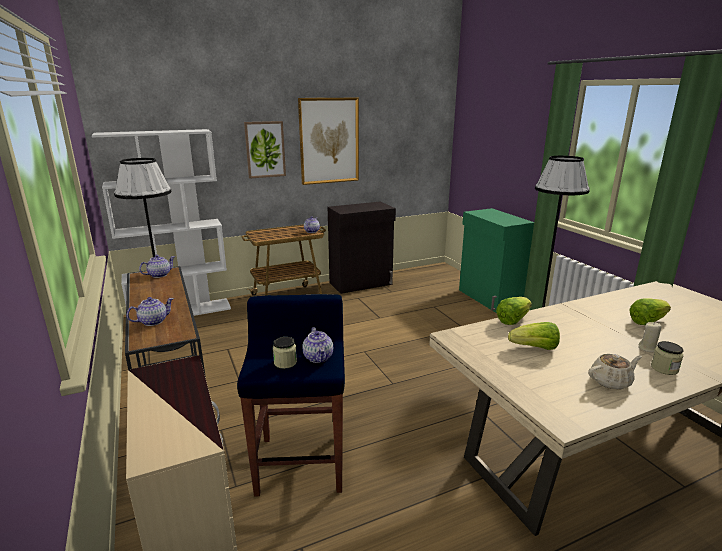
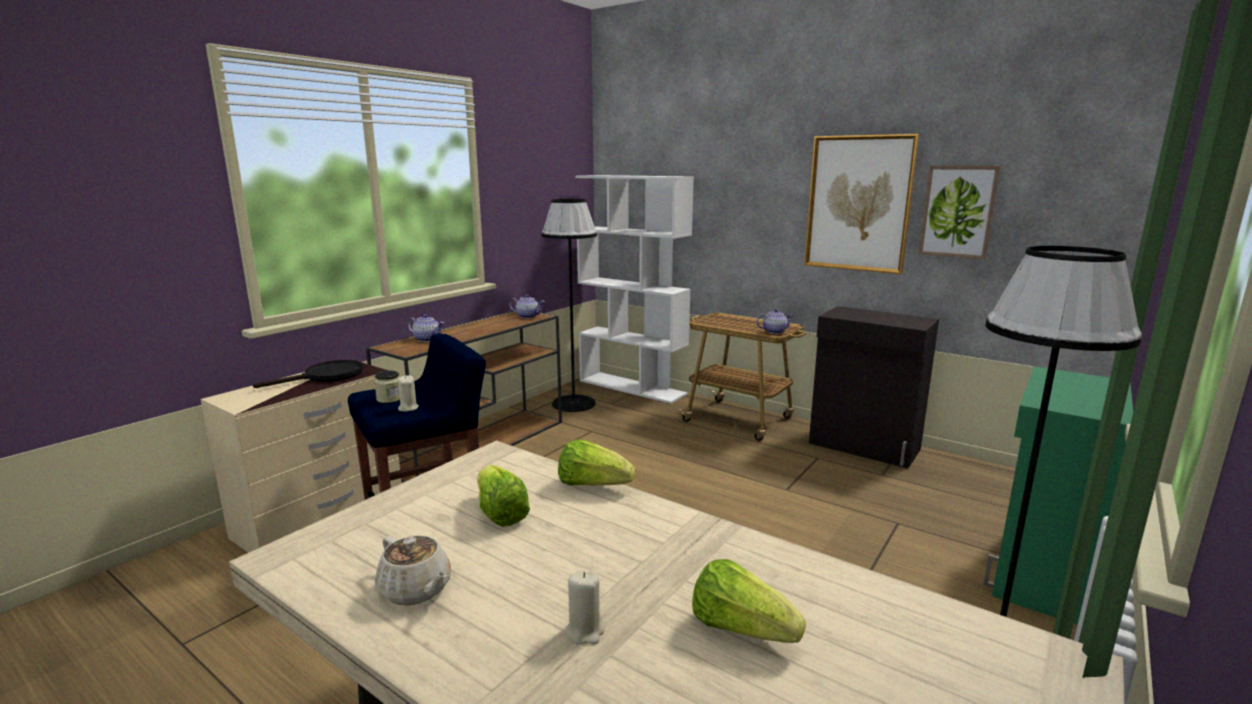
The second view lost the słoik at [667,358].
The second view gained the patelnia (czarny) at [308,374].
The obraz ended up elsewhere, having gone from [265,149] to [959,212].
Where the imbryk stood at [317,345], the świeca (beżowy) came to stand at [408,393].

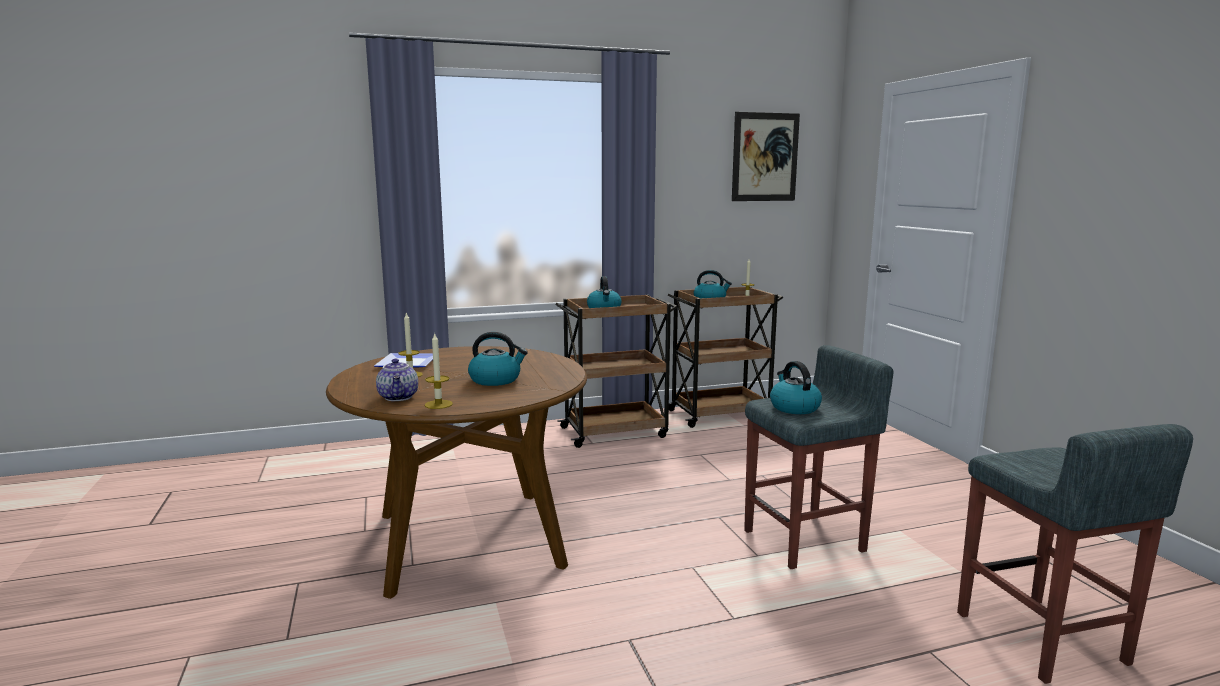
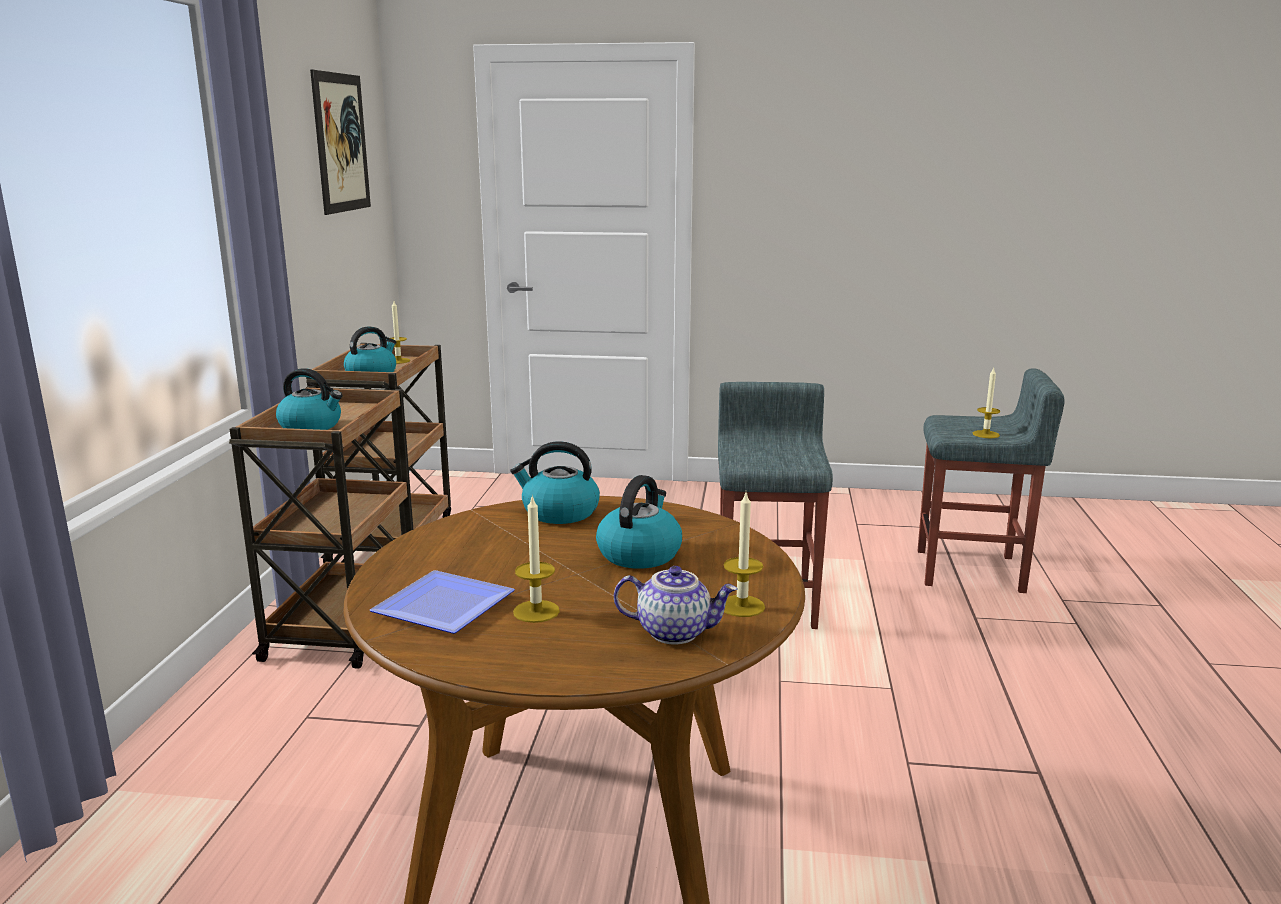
The second view gained the świeca at [986,403].
The czajnik ended up elsewhere, having gone from [796,387] to [555,482].

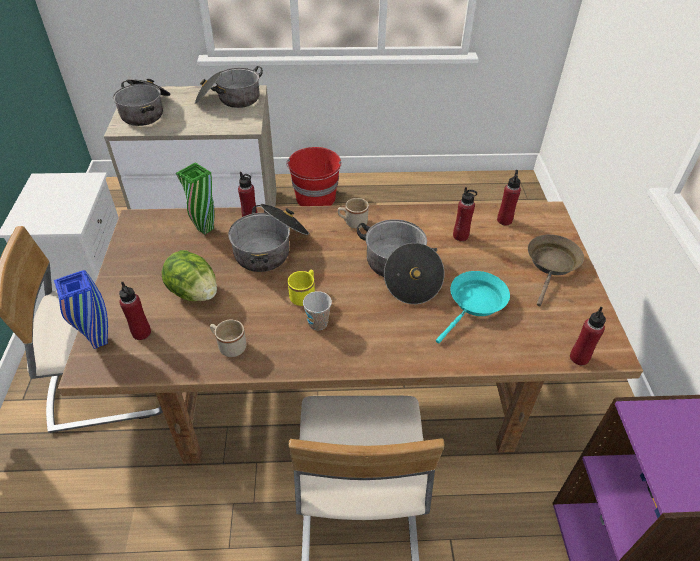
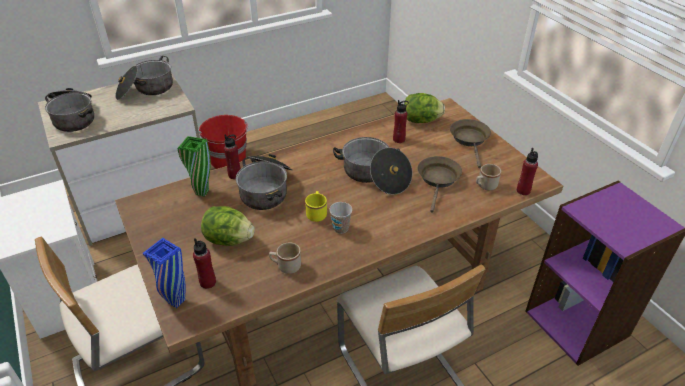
The kubek (beżowy) ended up elsewhere, having gone from [353,213] to [488,177].
Where the butelka (czerwony) stood at [509,197], the sałata came to stand at [424,108].
What was the patelnia (turkusowy) at [473,307] turned into the patelnia (brązowy) at [439,184].

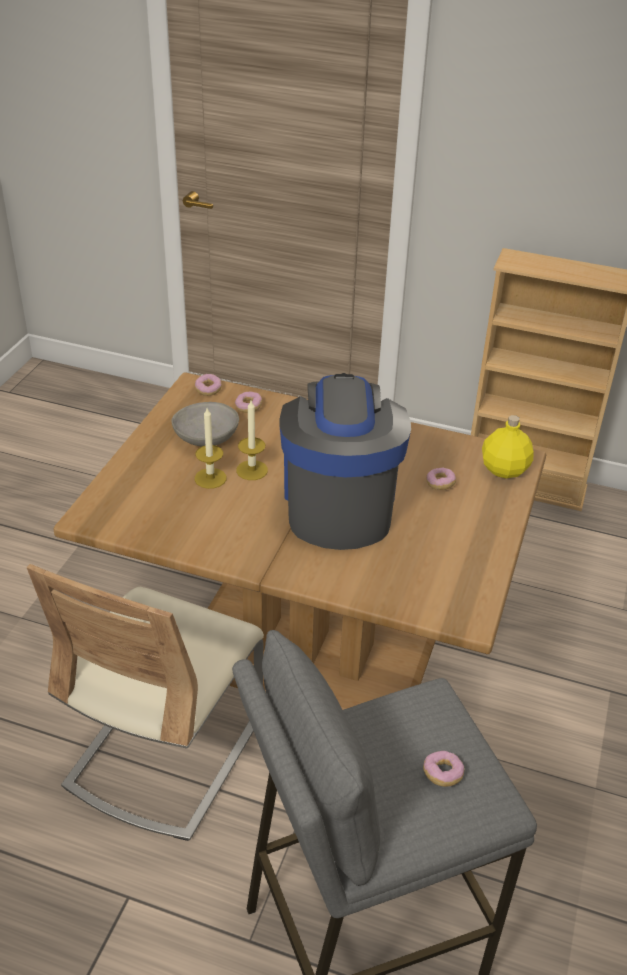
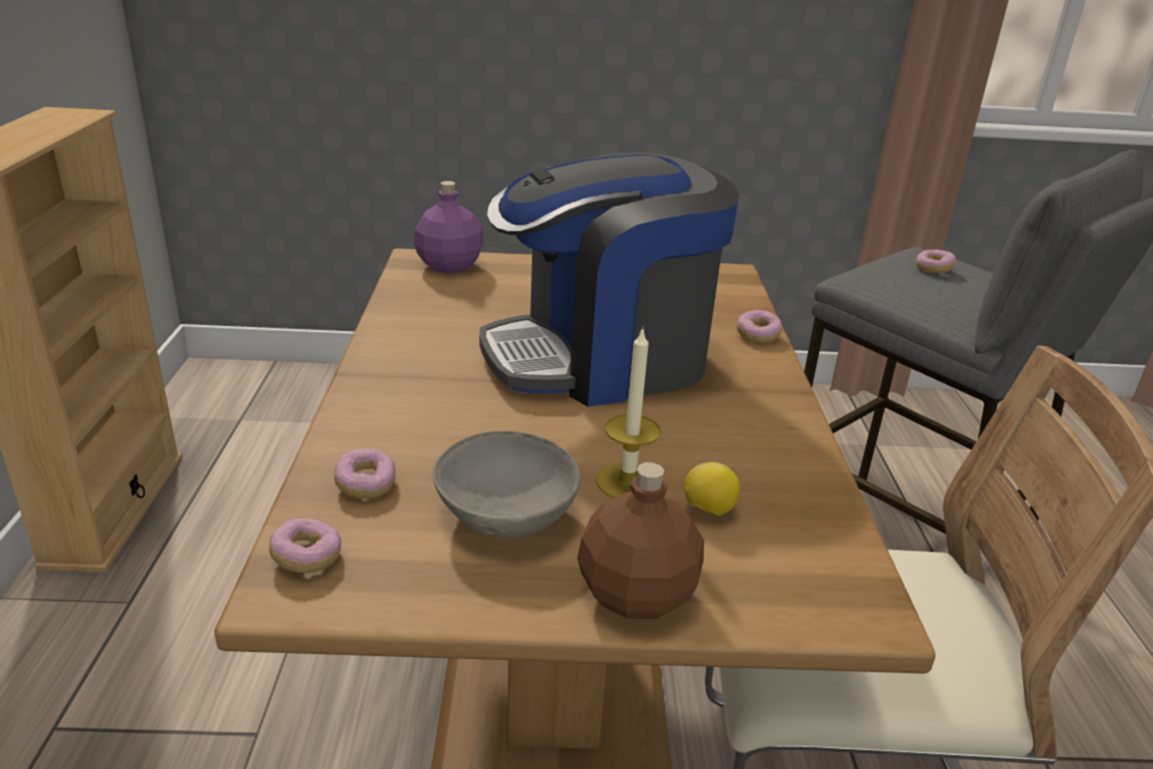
The second view lost the świeca at [252,440].
The second view gained the butelka (brązowy) at [640,540].
The second view gained the cytryna at [712,489].
The donut ended up elsewhere, having gone from [441,478] to [759,326].
What was the butelka (żółty) at [508,447] turned into the butelka (fioletowy) at [449,227].

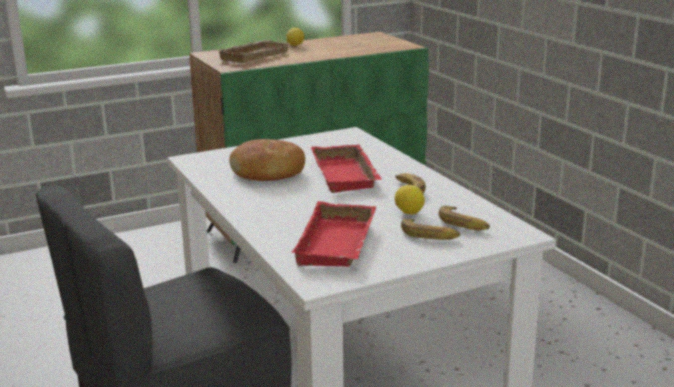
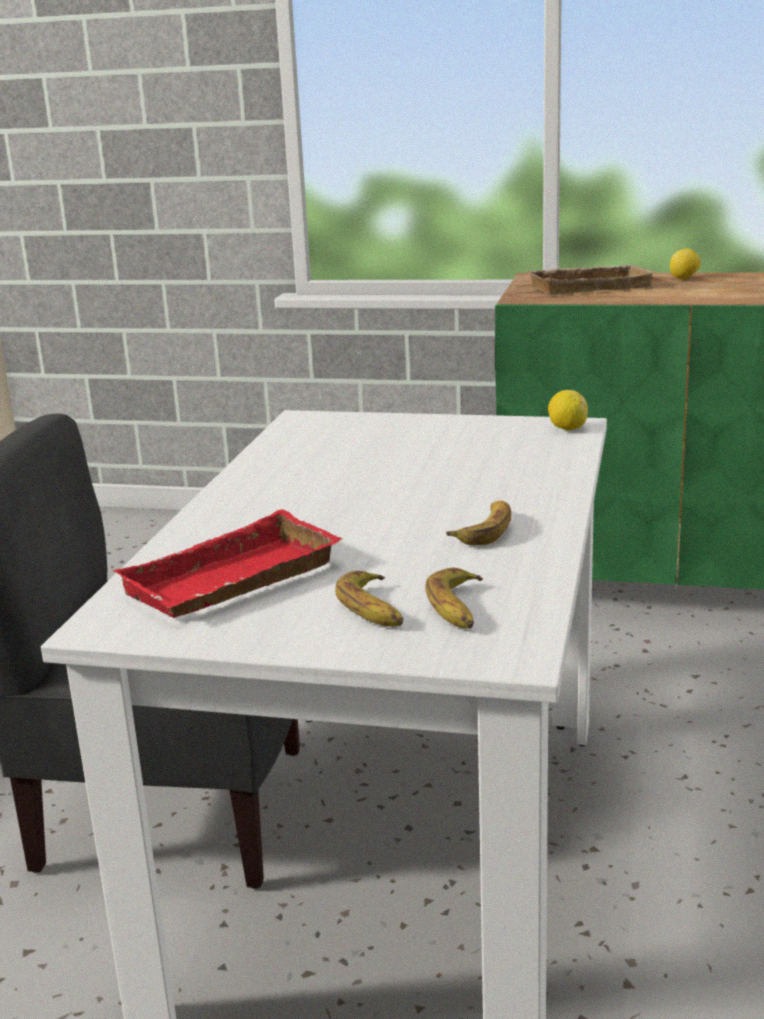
The second view lost the chleb at [267,160].
The second view lost the taca (czerwony) at [346,169].
The cytryna ended up elsewhere, having gone from [410,199] to [568,410].

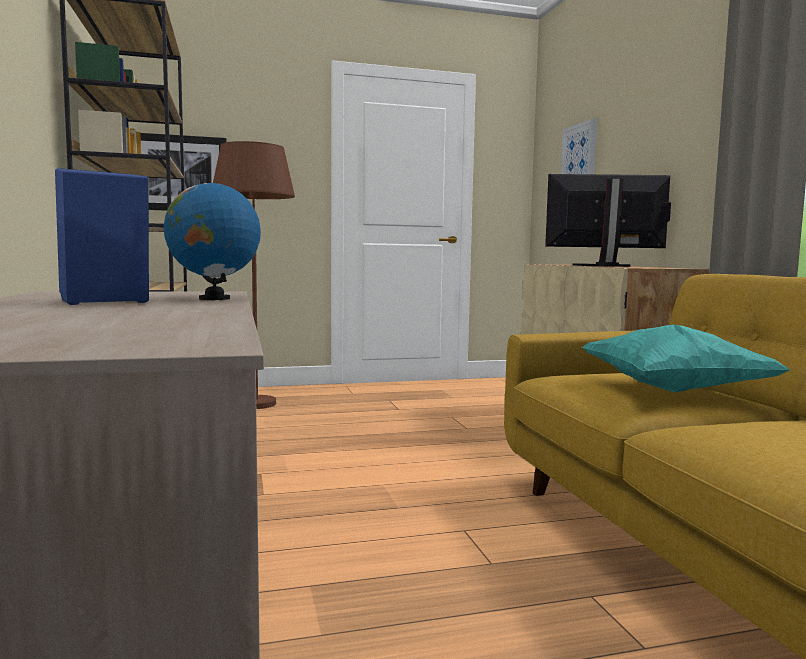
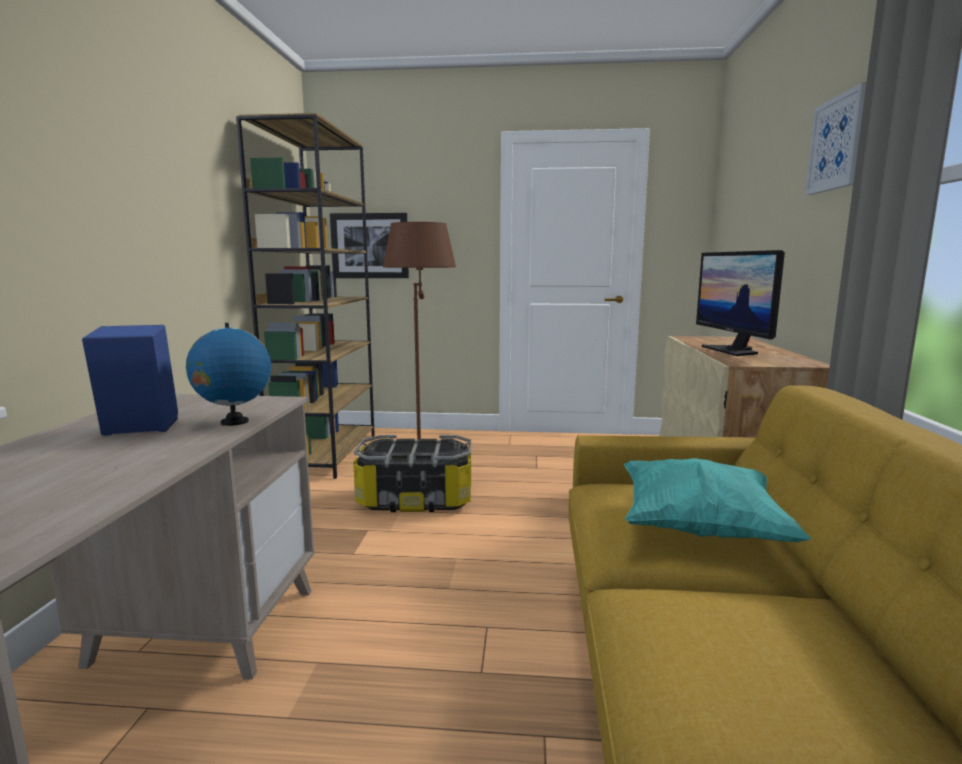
The second view gained the pojemnik do przechowywania at [412,473].
The obraz ended up elsewhere, having gone from [579,146] to [835,138].
The monitor at [608,220] ended up facing another way, 120 degrees counterclockwise from before.

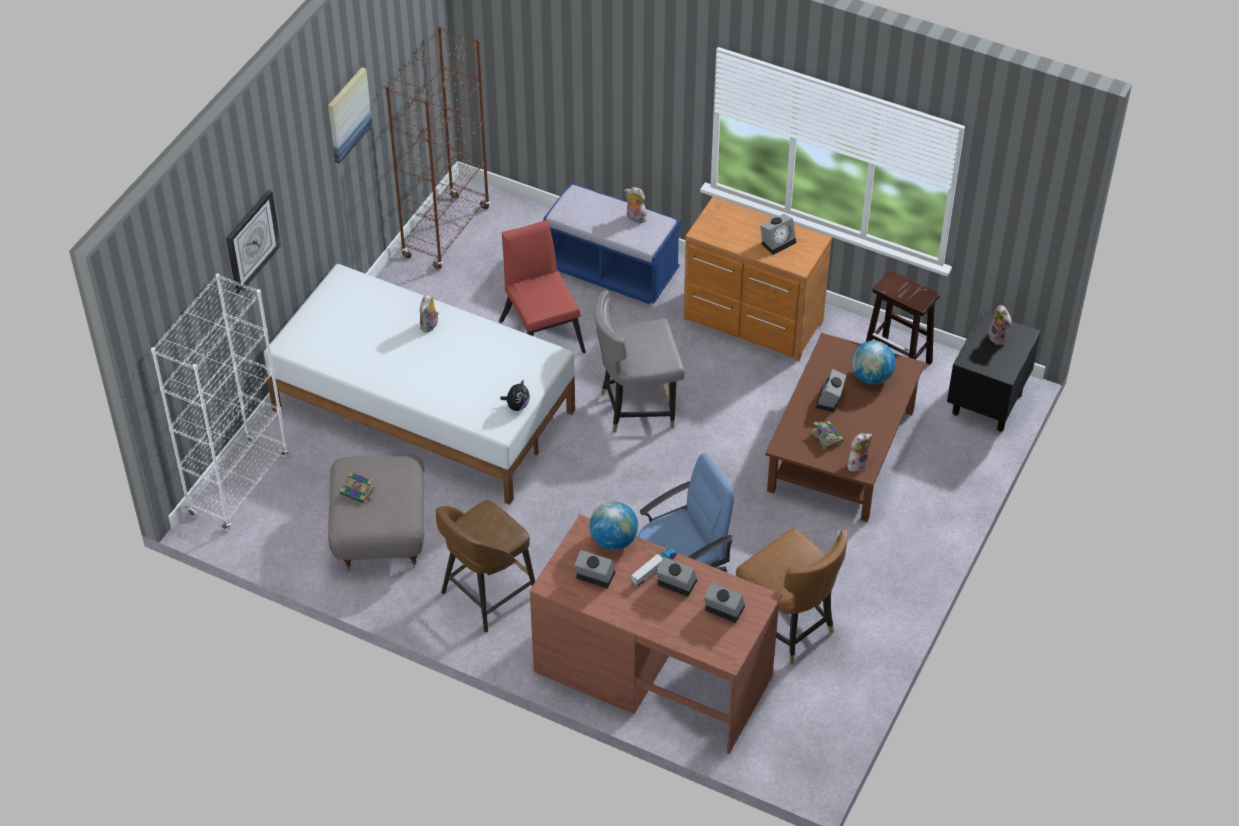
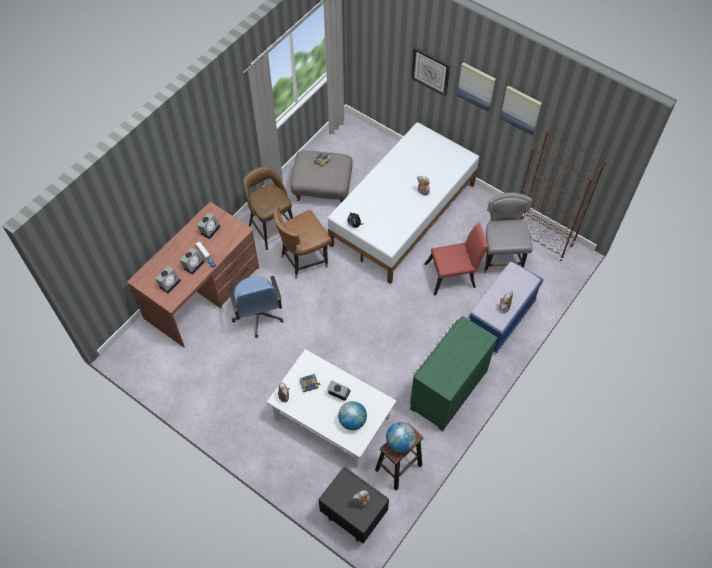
The second view lost the regał (biały) at [220,402].
The second view lost the budzik at [778,234].
The second view gained the obraz at [476,87].
The globus ended up elsewhere, having gone from [613,525] to [401,437].
The krzesło (szary) ended up elsewhere, having gone from [639,361] to [508,233].
The krzesło (brązowy) ended up elsewhere, having gone from [792,596] to [303,242].
What was the komoda (brązowy) at [757,279] turned into the komoda (zielony) at [454,373].
What was the ława (brązowy) at [845,427] turned into the ława (biały) at [331,408].

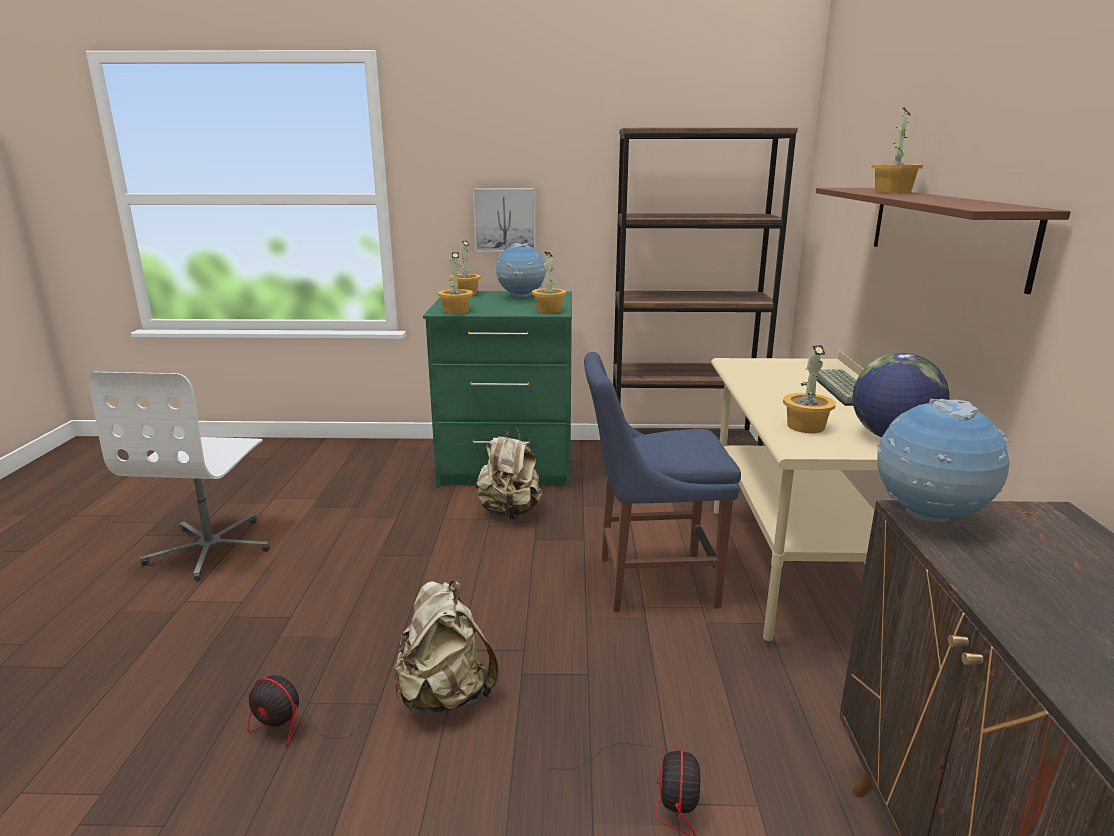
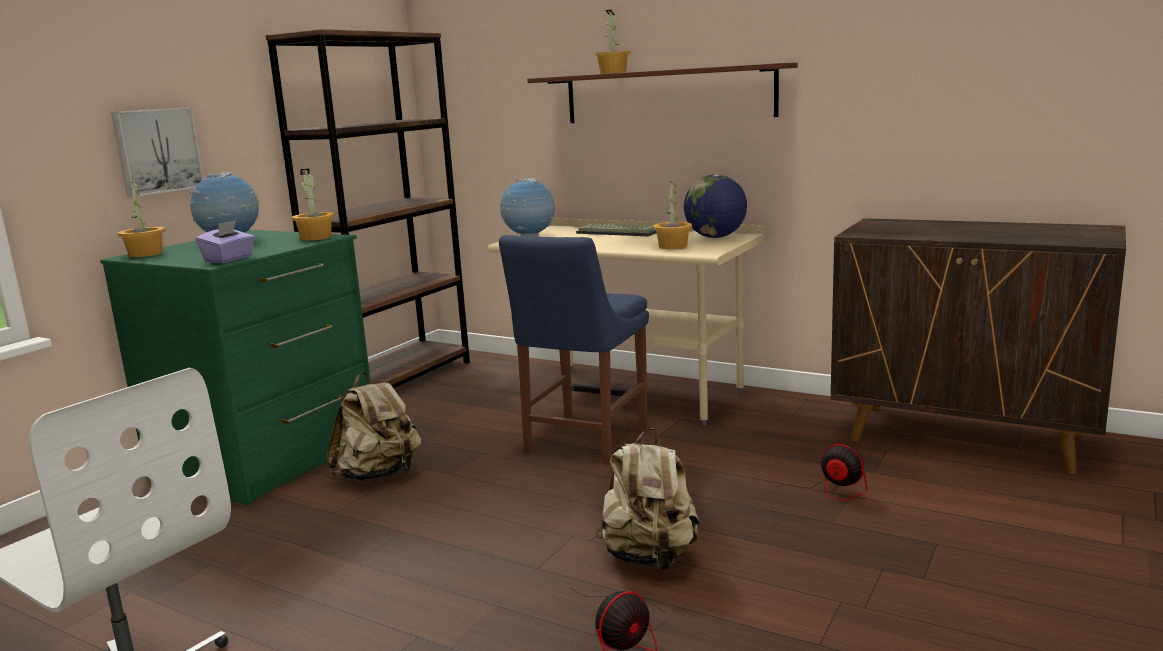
The globus ended up elsewhere, having gone from [943,460] to [527,207].
Where the roślina doniczkowa stood at [455,283], the pudełko chusteczek (fioletowy) came to stand at [225,241].

